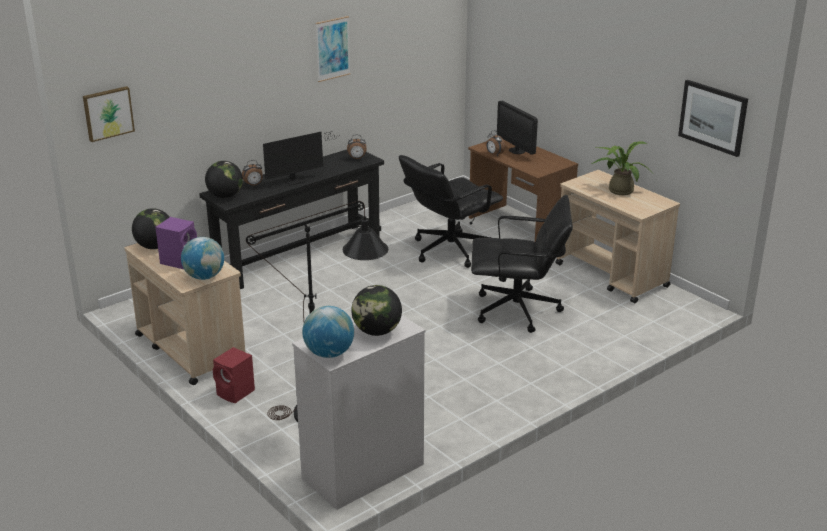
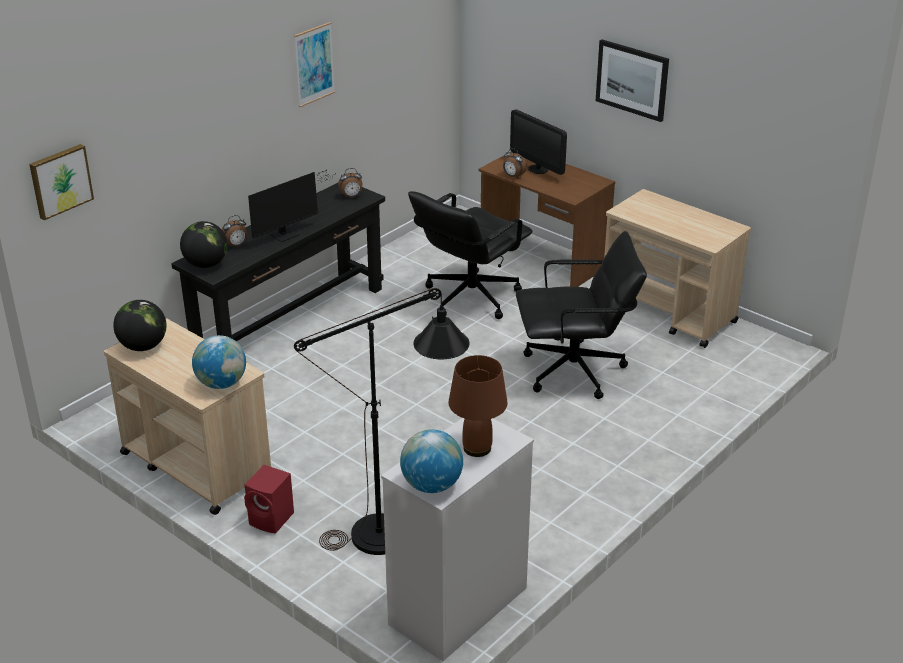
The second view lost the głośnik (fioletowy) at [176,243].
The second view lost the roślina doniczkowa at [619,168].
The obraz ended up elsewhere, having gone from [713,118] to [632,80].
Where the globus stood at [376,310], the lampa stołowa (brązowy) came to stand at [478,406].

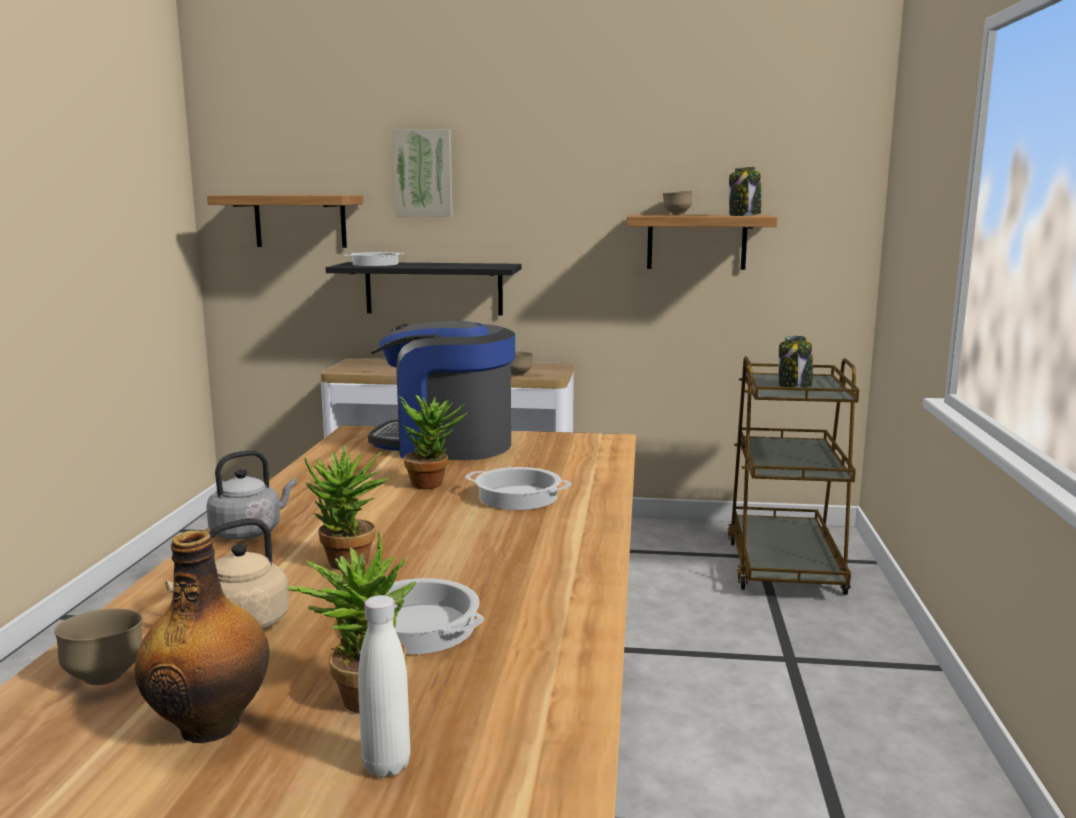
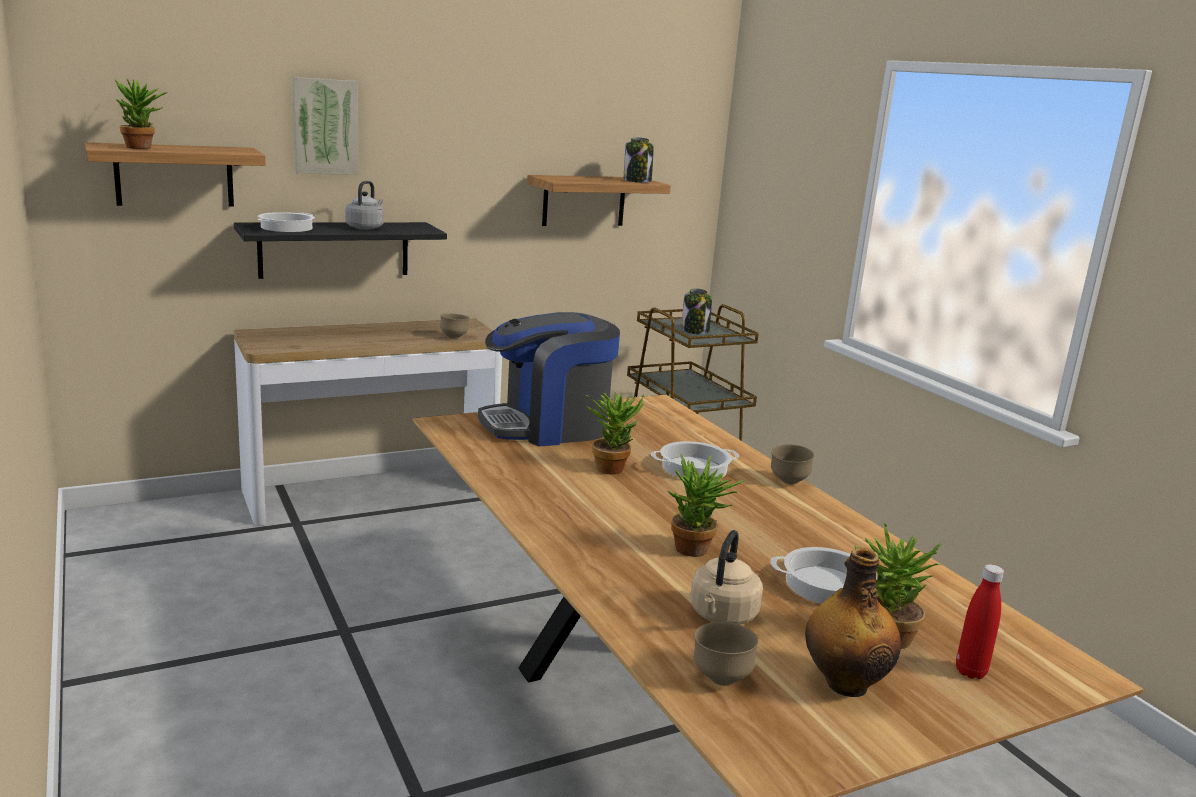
The second view gained the roślina doniczkowa at [141,113].
The czajnik (szary) ended up elsewhere, having gone from [251,494] to [364,205].
The miska (brązowy) ended up elsewhere, having gone from [677,203] to [792,464].
What was the butelka (biały) at [384,686] turned into the butelka (czerwony) at [980,621].

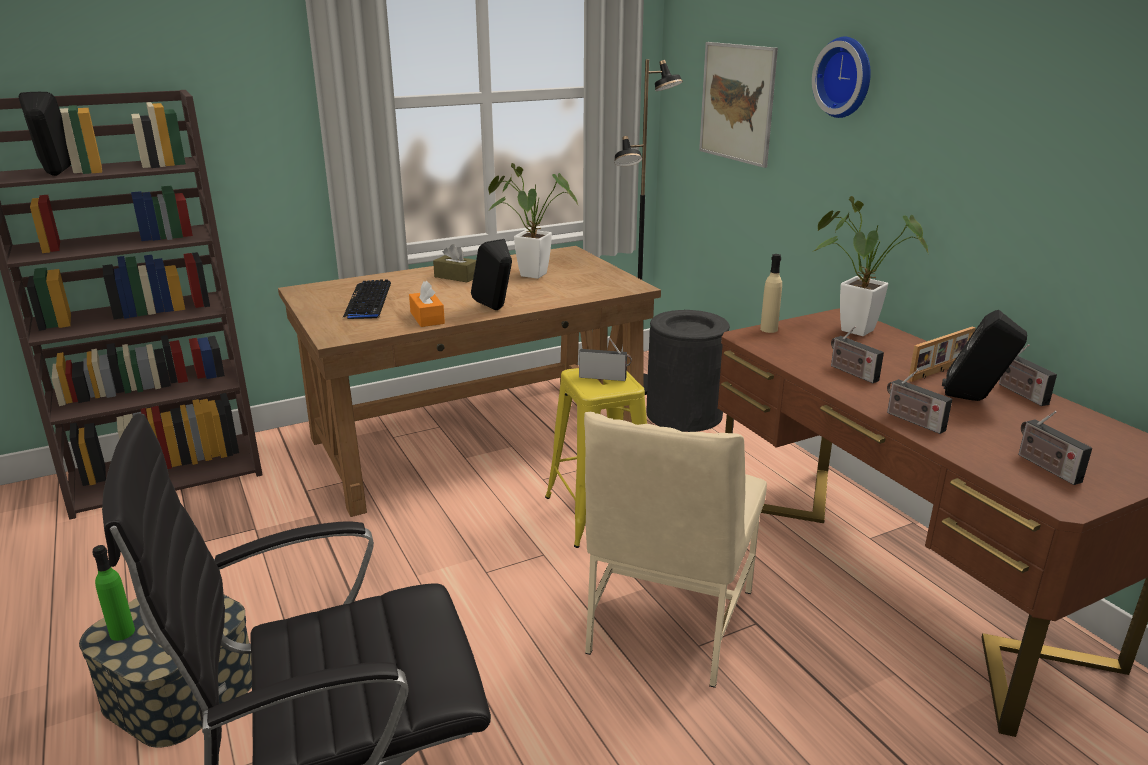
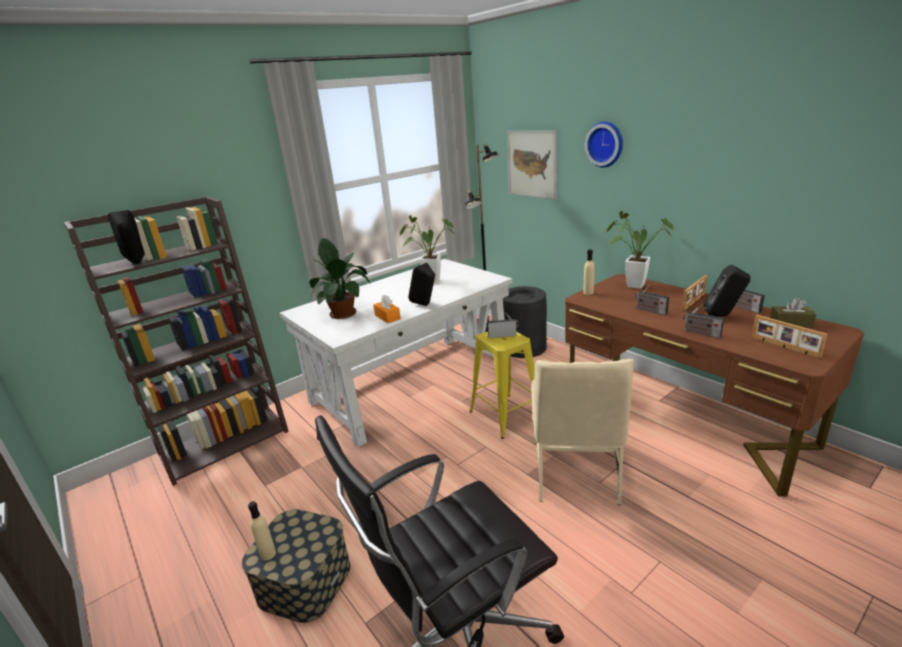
The pudełko chusteczek (brązowy) ended up elsewhere, having gone from [454,263] to [793,312].
Where the klawiatura stood at [367,299], the roślina doniczkowa came to stand at [340,278].
Where the radio stood at [1055,448], the ramka na zdjęcie came to stand at [789,336].
What was the butelka (zielony) at [113,593] turned into the butelka (beżowy) at [262,531].
What was the biurko (brązowy) at [469,381] turned into the biurko (biały) at [396,353].

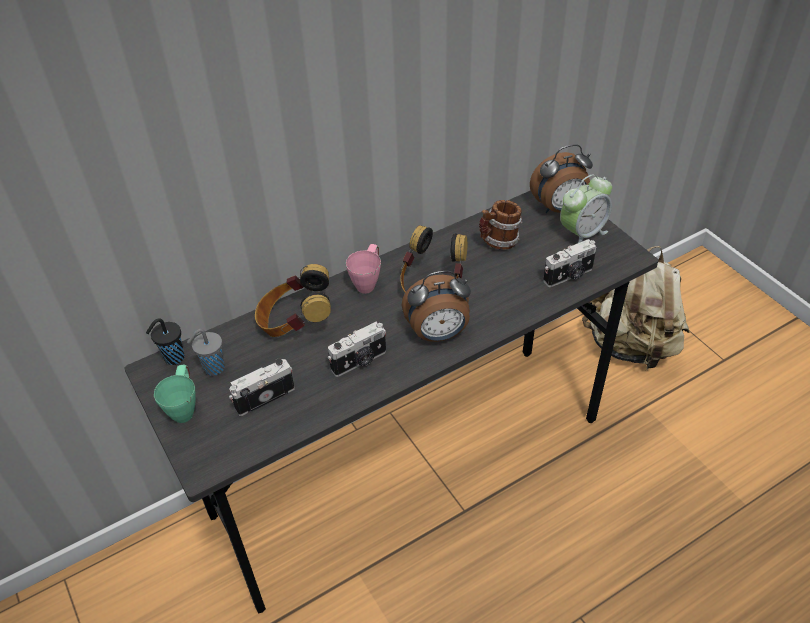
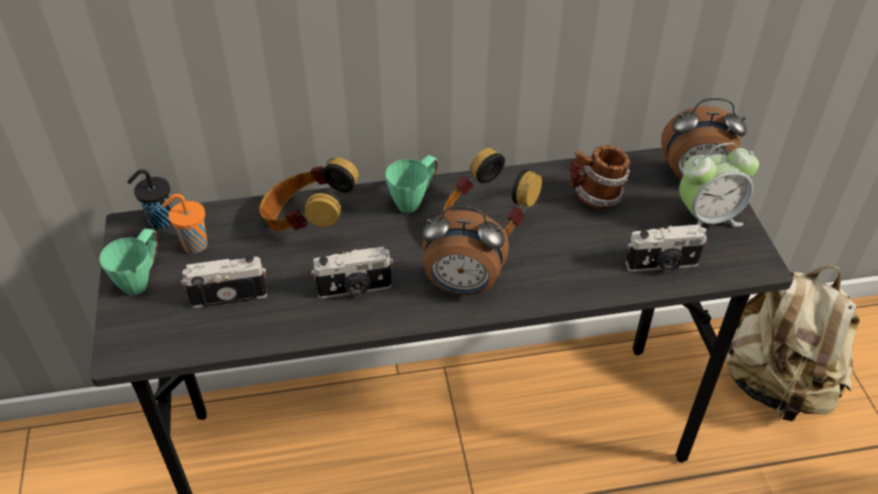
What was the filiżanka (szary) at [205,352] turned into the filiżanka (pomarańczowy) at [184,224].
What was the kubek (różowy) at [363,269] turned into the kubek (zielony) at [411,184].

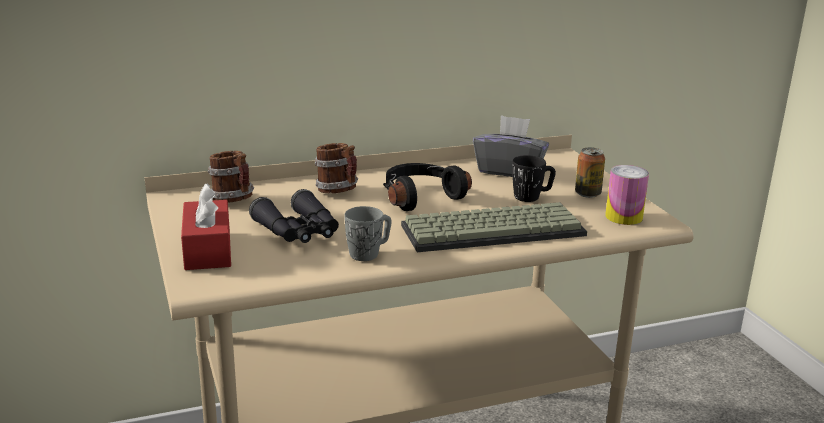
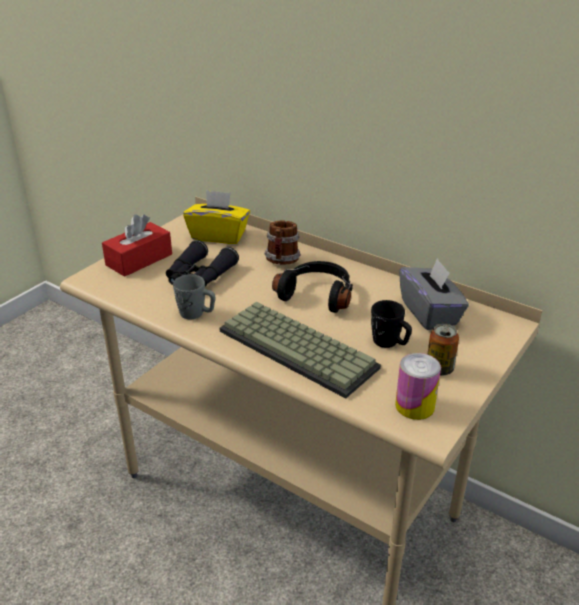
Where the kubek stood at [231,177], the pudełko chusteczek (żółty) came to stand at [216,217].

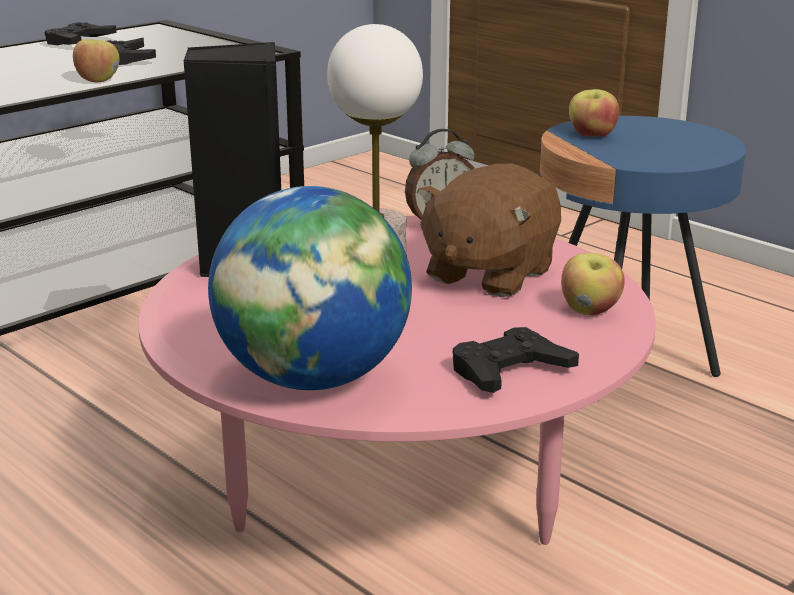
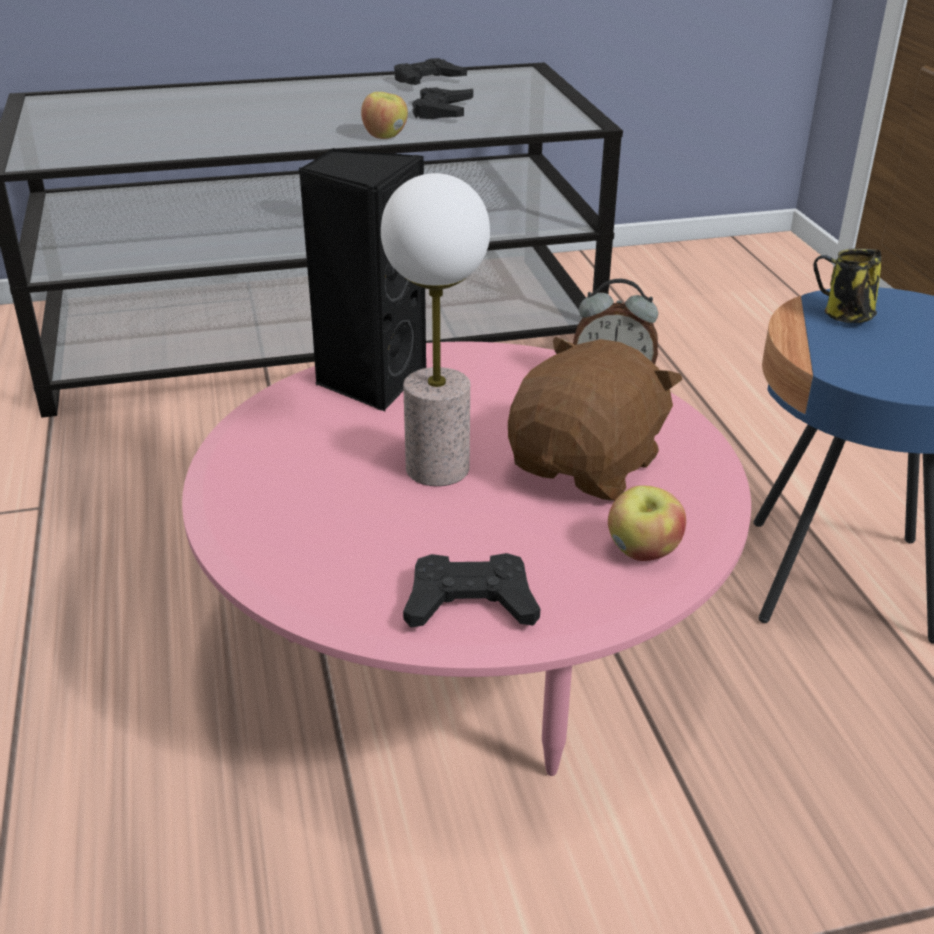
The second view lost the globus at [310,288].
Where the jabłko stood at [594,113], the kubek came to stand at [847,286].
The pluszak (brązowy) at [489,230] ended up facing another way, 150 degrees clockwise from before.

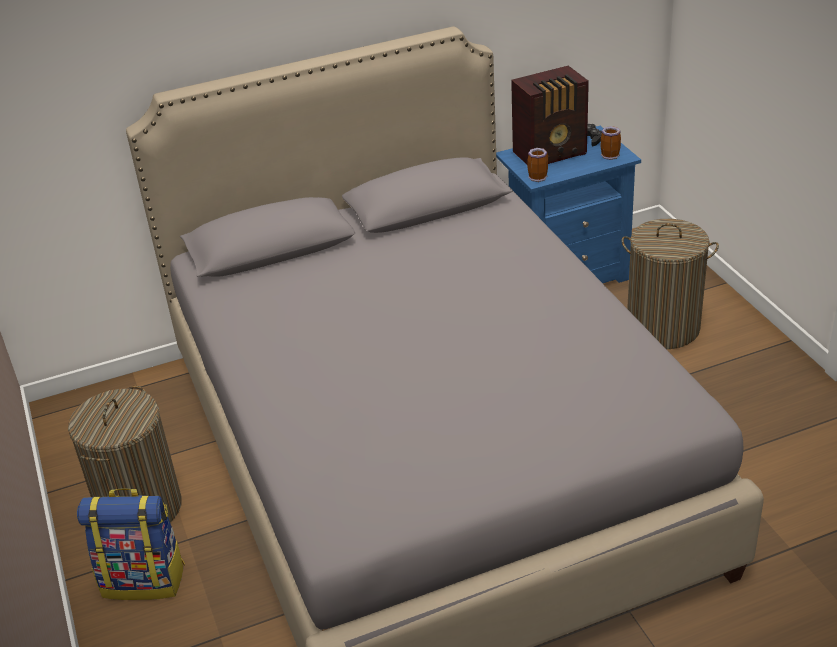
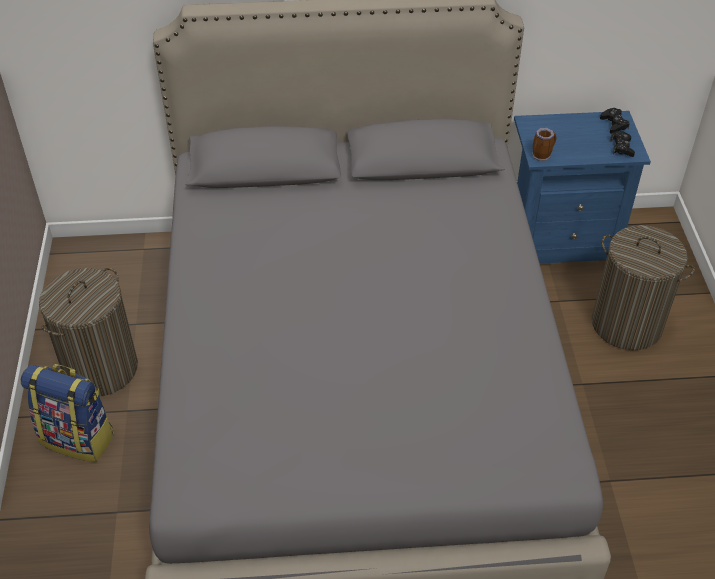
The second view lost the radio at [550,115].
Where the kubek stood at [611,143], the pad do gier (czarny) came to stand at [622,144].

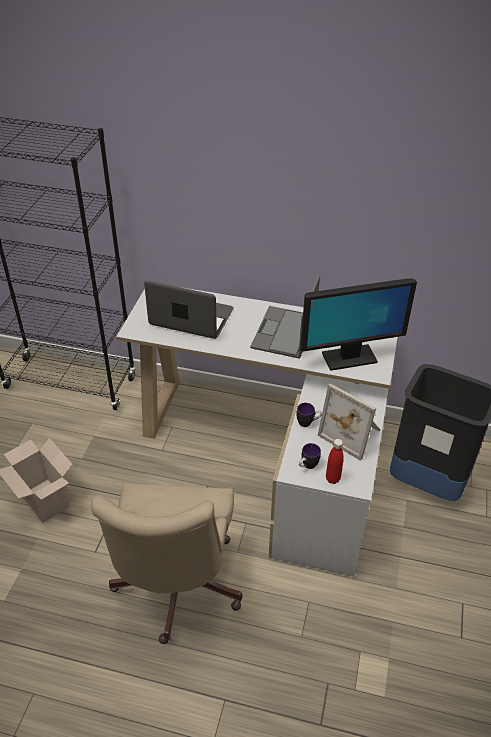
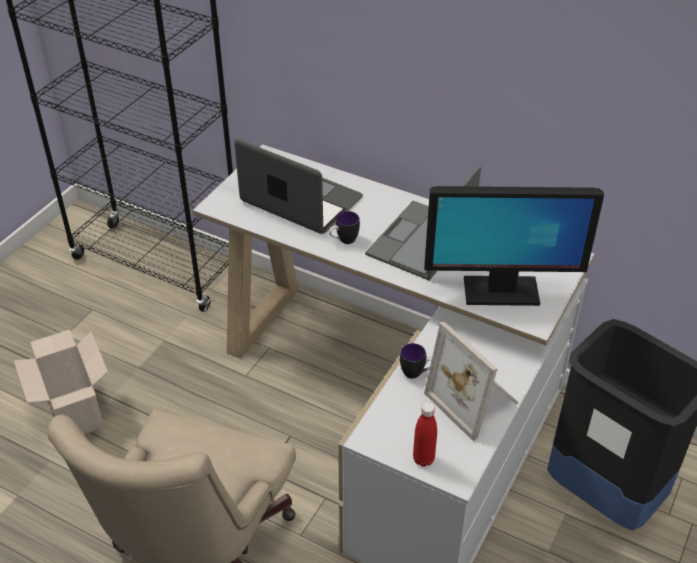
The kubek ended up elsewhere, having gone from [310,456] to [344,227].

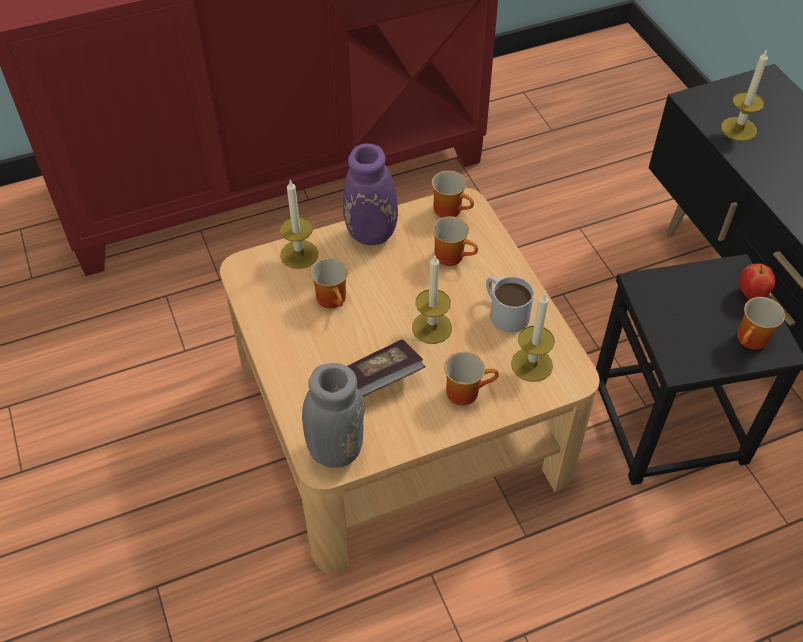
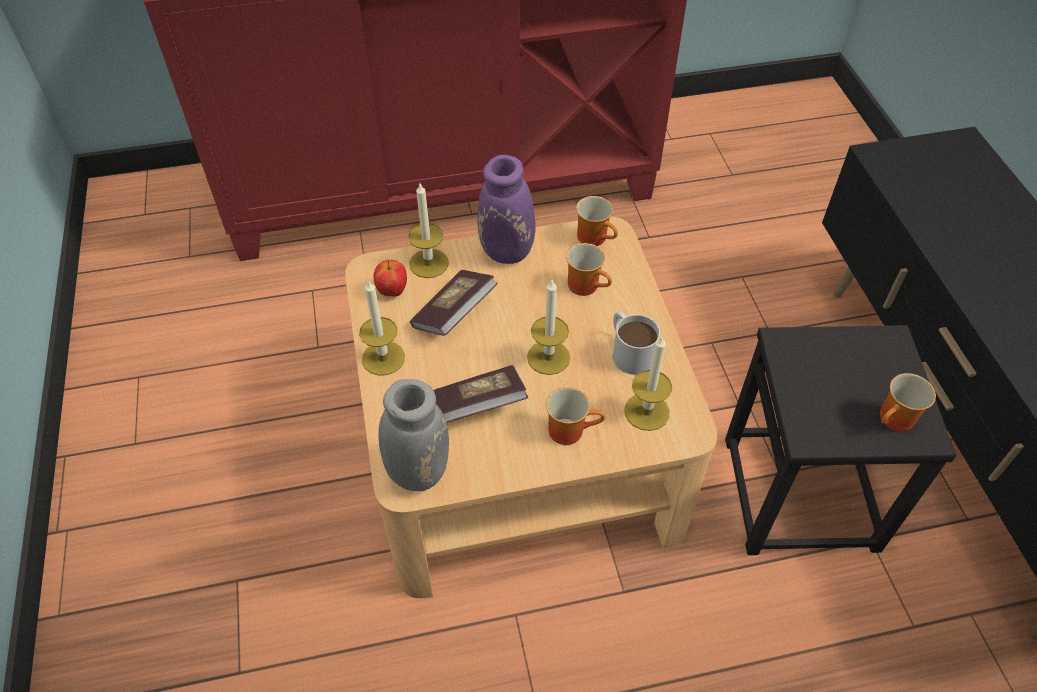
The świeca ended up elsewhere, having gone from [744,95] to [382,327].
The jabłko ended up elsewhere, having gone from [757,281] to [390,278].
Where the kubek stood at [329,282], the książka came to stand at [454,303].

